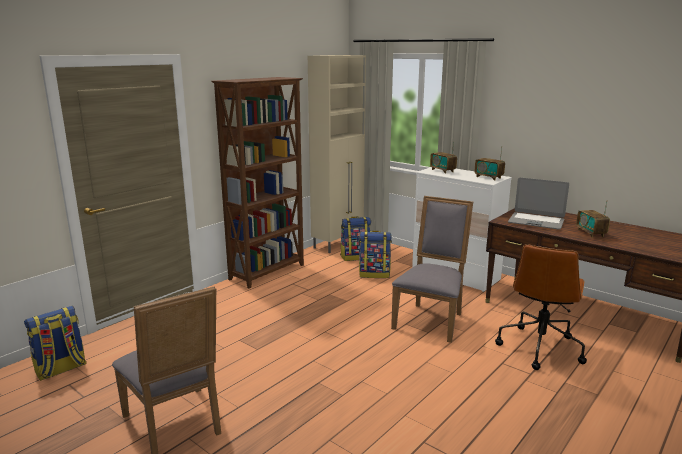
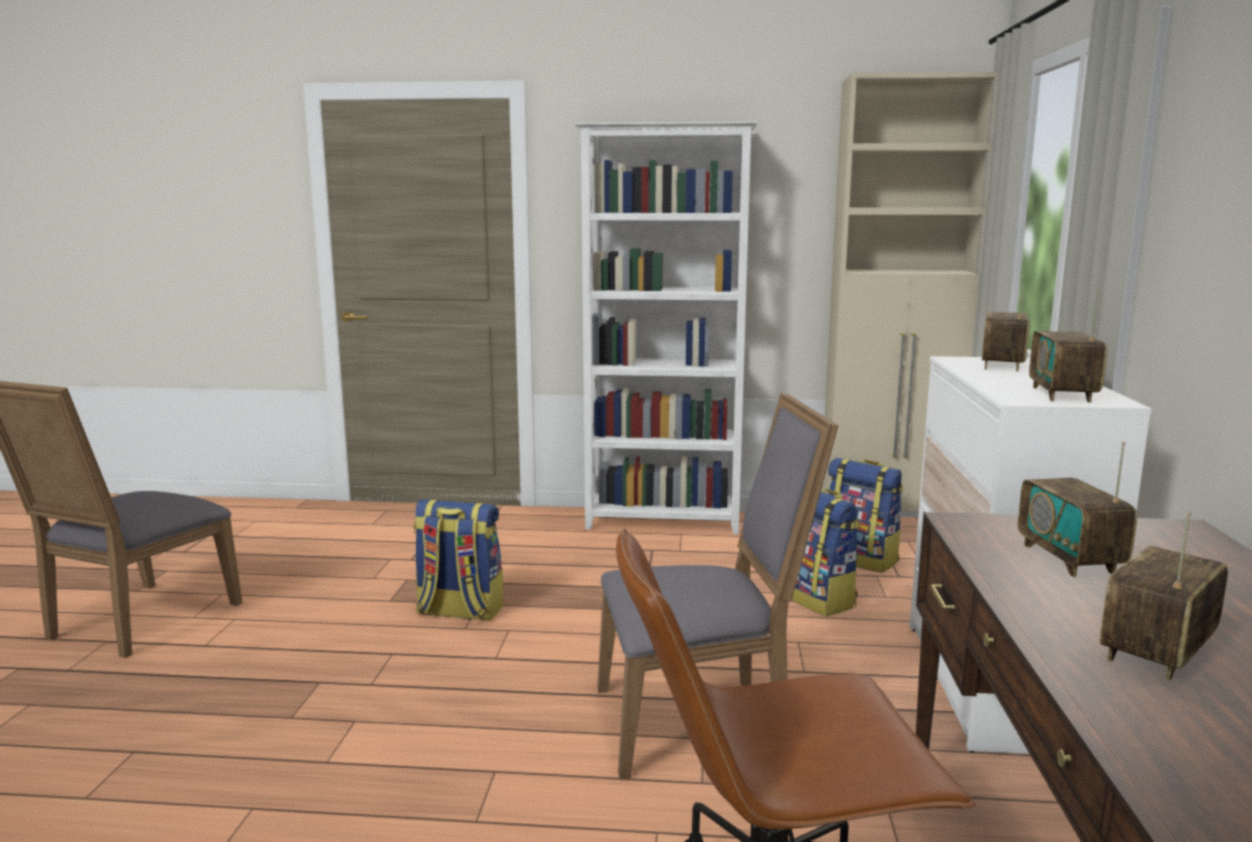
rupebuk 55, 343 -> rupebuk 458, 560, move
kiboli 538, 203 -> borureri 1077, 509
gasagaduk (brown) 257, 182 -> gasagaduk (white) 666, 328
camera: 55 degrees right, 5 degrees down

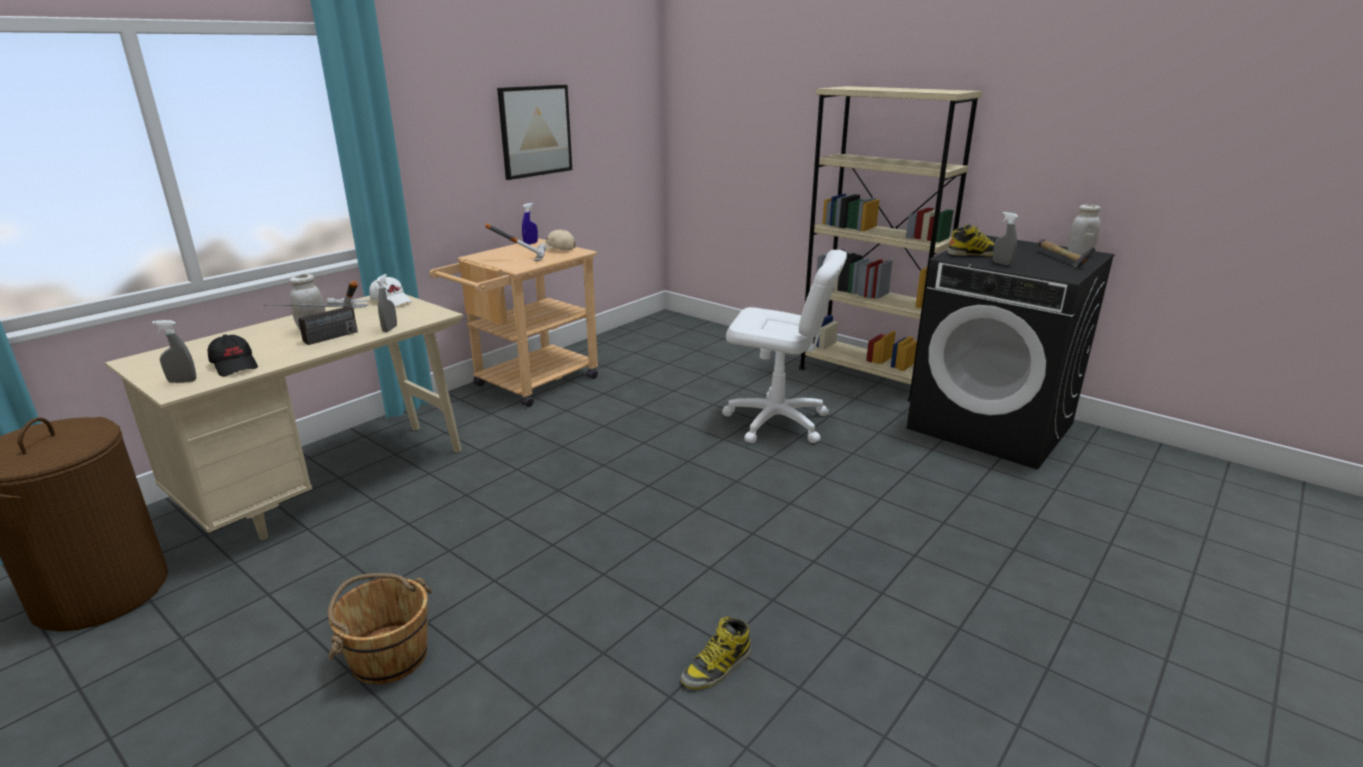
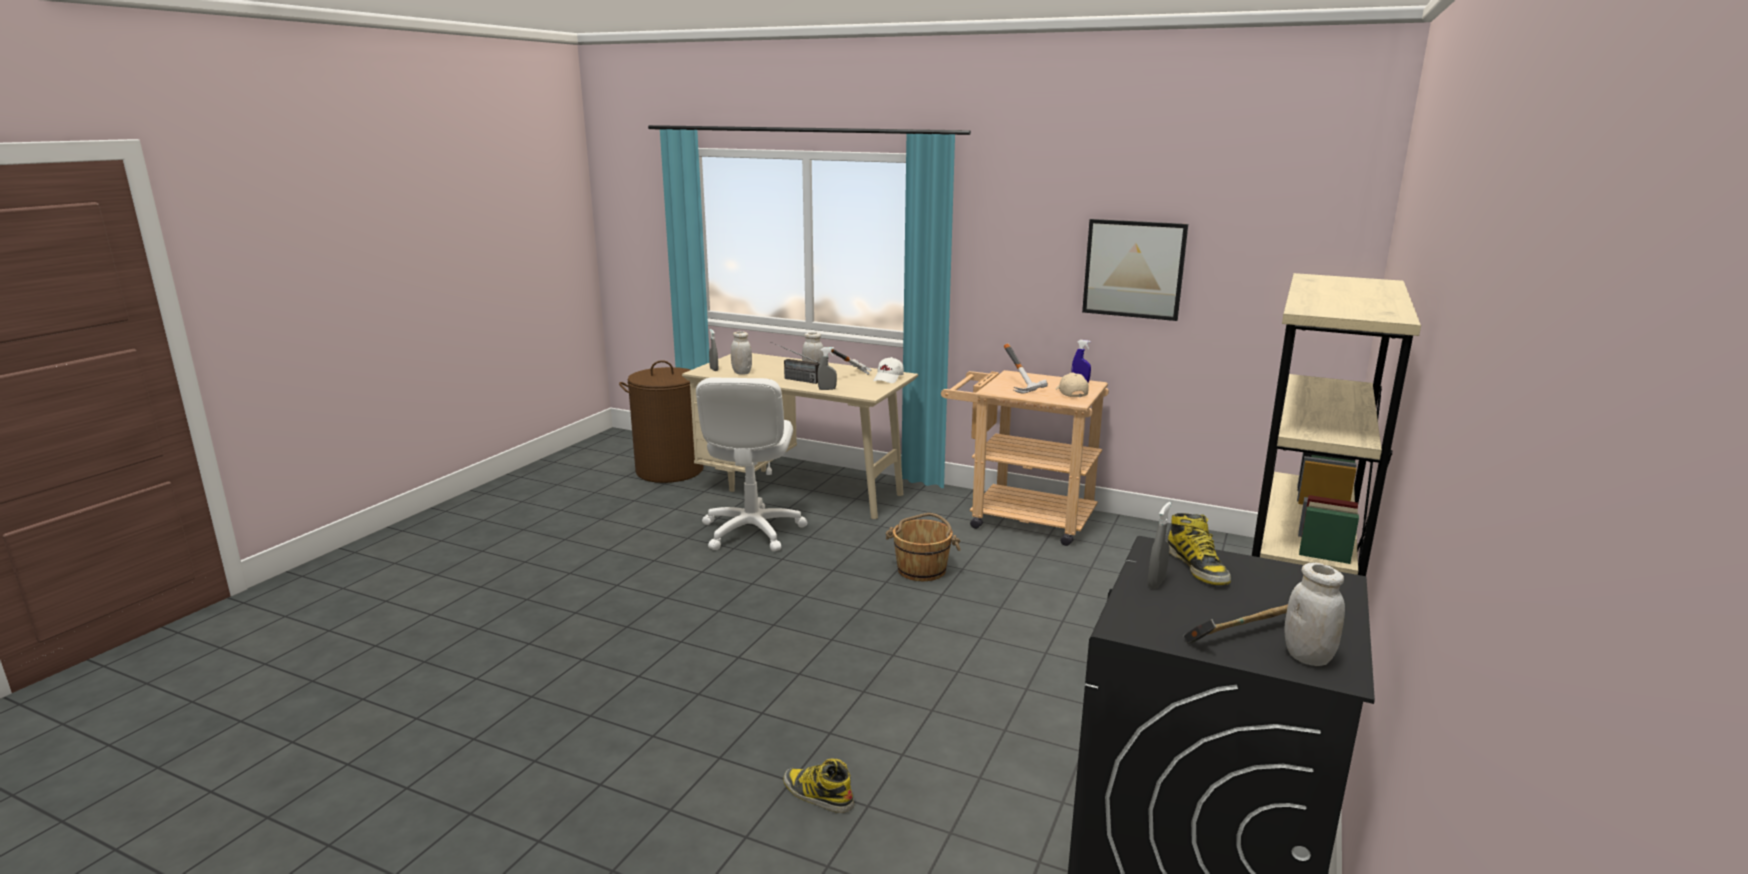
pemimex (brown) 380, 629 -> pemimex (brown) 923, 547, move
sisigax 716, 653 -> sisigax 818, 785, move
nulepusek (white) 784, 346 -> nulepusek (white) 752, 464, move
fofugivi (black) 232, 355 -> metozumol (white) 741, 353
camera: 75 degrees right, 5 degrees down

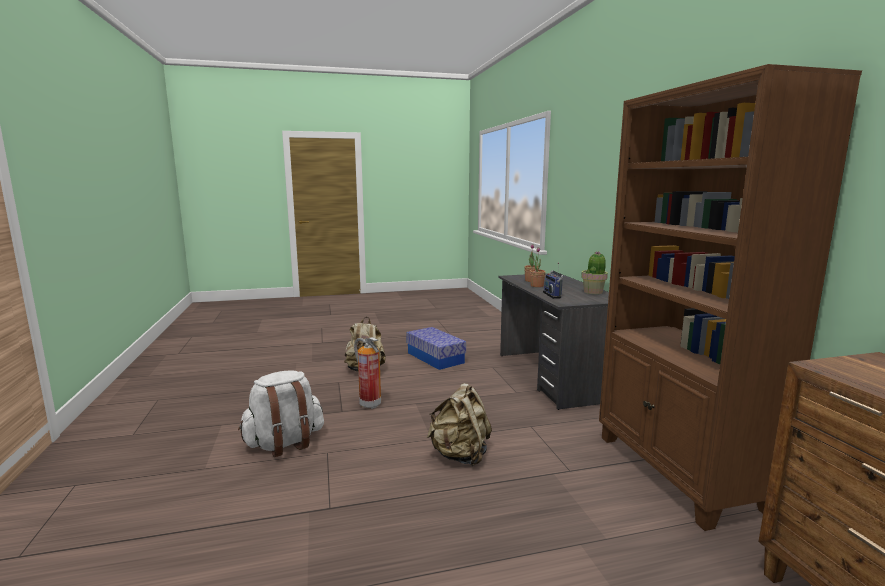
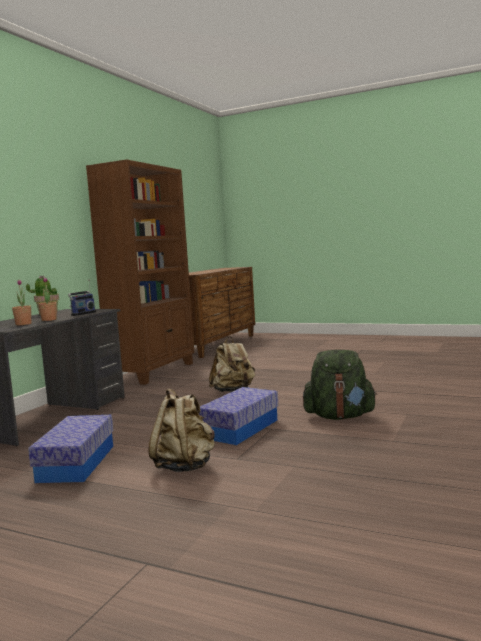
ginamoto 367, 373 -> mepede 238, 416
rupebuk (white) 281, 414 -> rupebuk (green) 340, 385
camera: 140 degrees left, 5 degrees down

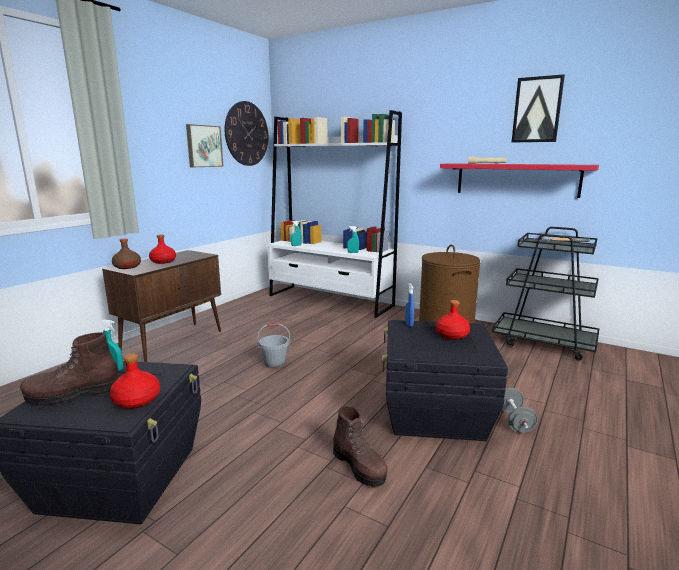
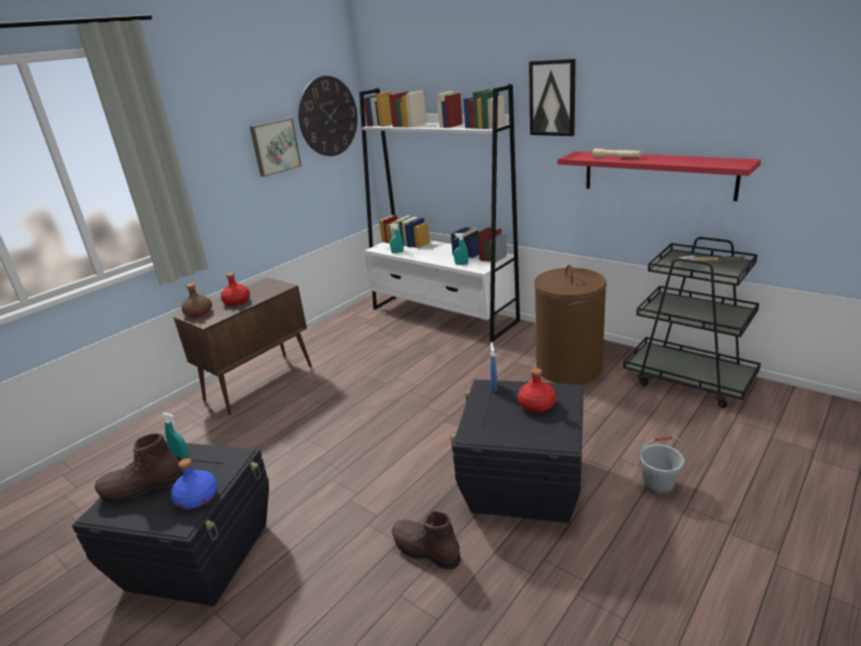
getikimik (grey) 520, 410 -> none
pemimex (grey) 273, 346 -> pemimex (grey) 661, 465, move
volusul 538, 108 -> volusul 552, 97, move
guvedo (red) 134, 381 -> guvedo (blue) 194, 484
sisigax (brown) 360, 446 -> sisigax (brown) 426, 540, 150 degrees clockwise
camera: 10 degrees right, 10 degrees up

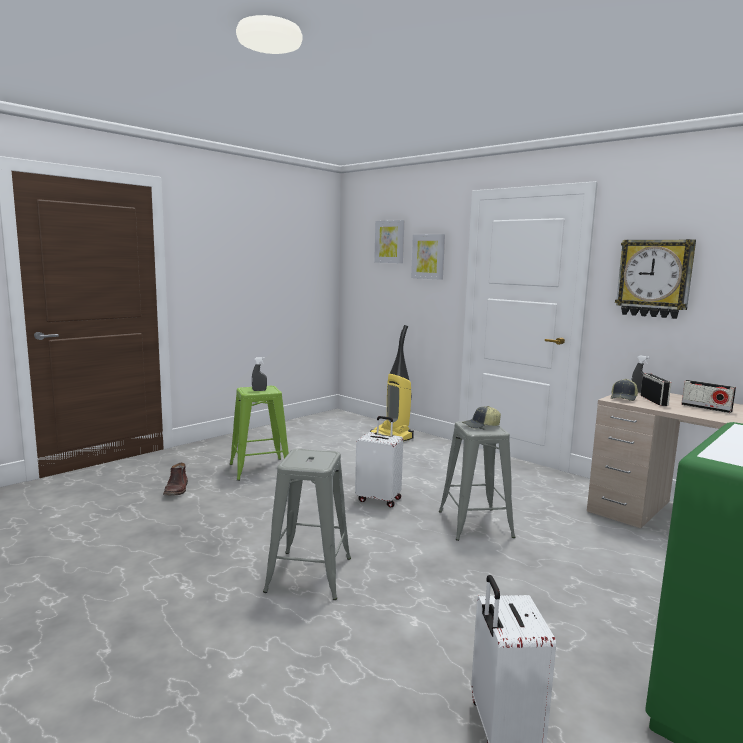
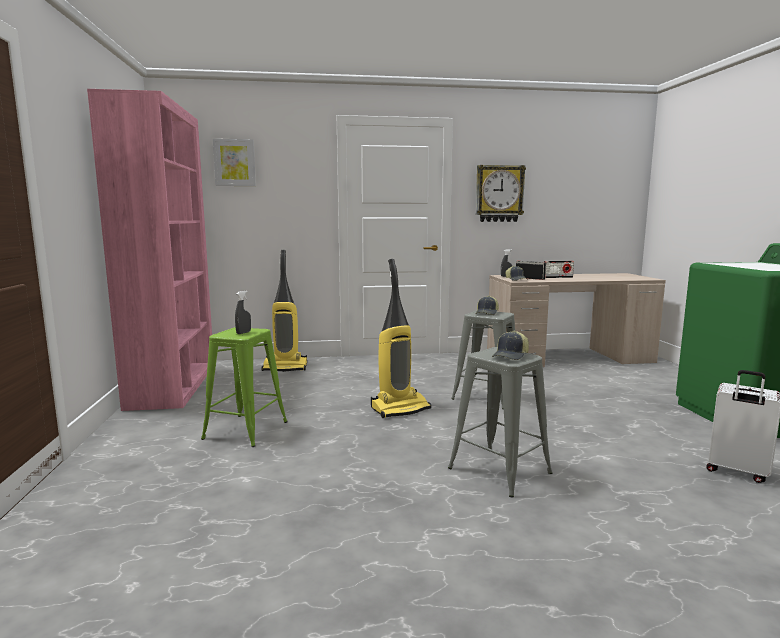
sisigax (brown) 175, 479 -> none
volusul 428, 257 -> none
none -> gasagaduk (pink) 149, 250
none -> fofugivi 510, 345
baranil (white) 379, 462 -> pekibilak 401, 338
camera: 50 degrees left, 0 degrees up

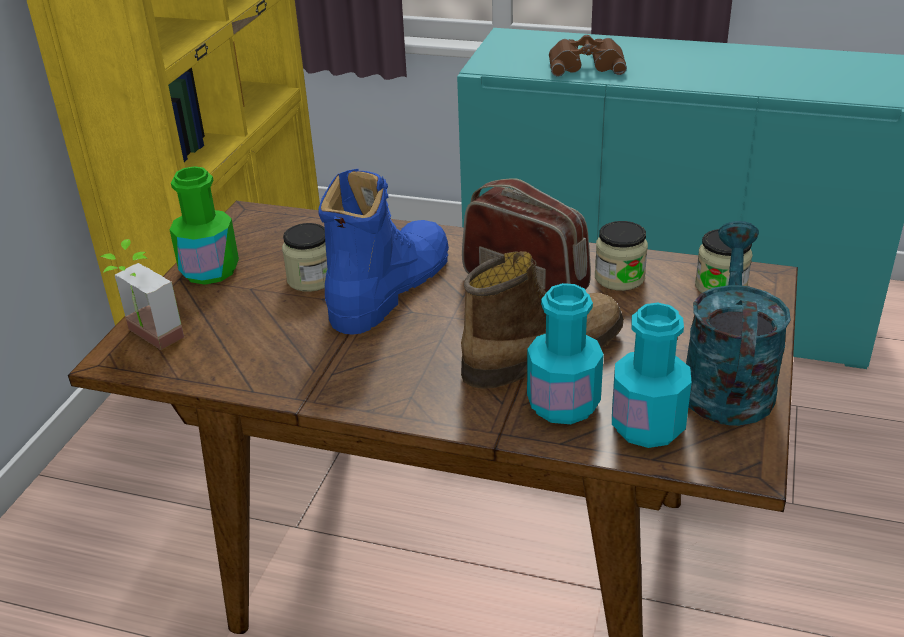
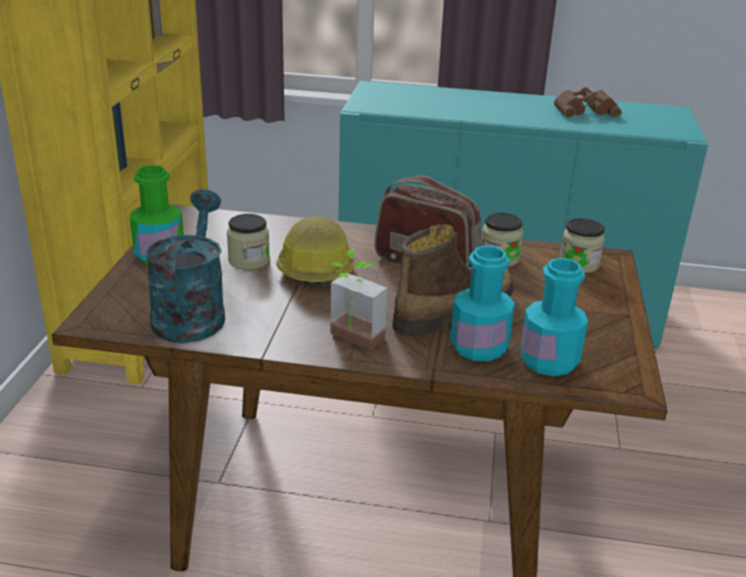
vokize 142, 294 -> vokize 359, 300, move
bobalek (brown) 588, 55 -> bobalek (brown) 587, 102, move
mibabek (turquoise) 738, 323 -> mibabek (turquoise) 185, 266, move
sisigax (blue) 383, 252 -> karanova 315, 252
camera: 10 degrees left, 5 degrees down

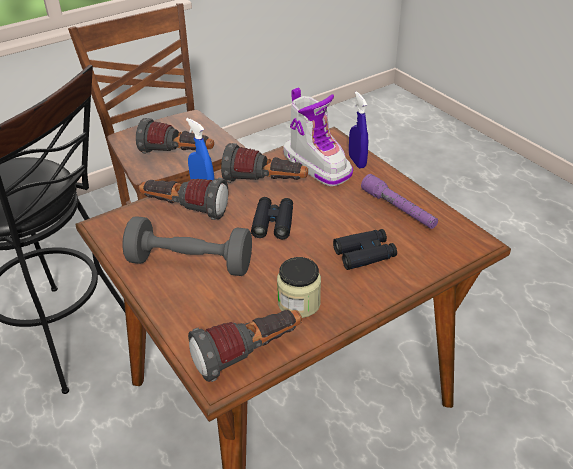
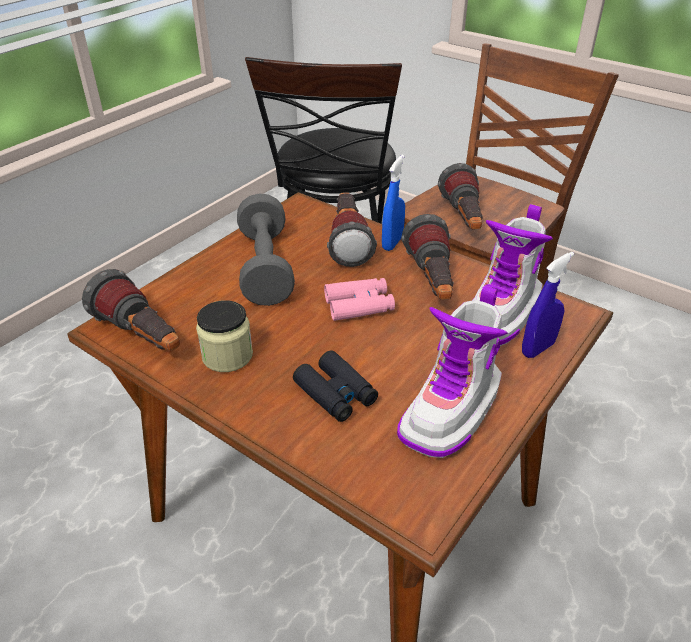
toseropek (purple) 399, 201 -> sisigax 452, 371
bobalek (black) 272, 218 -> bobalek (pink) 359, 299
camera: 70 degrees right, 0 degrees up

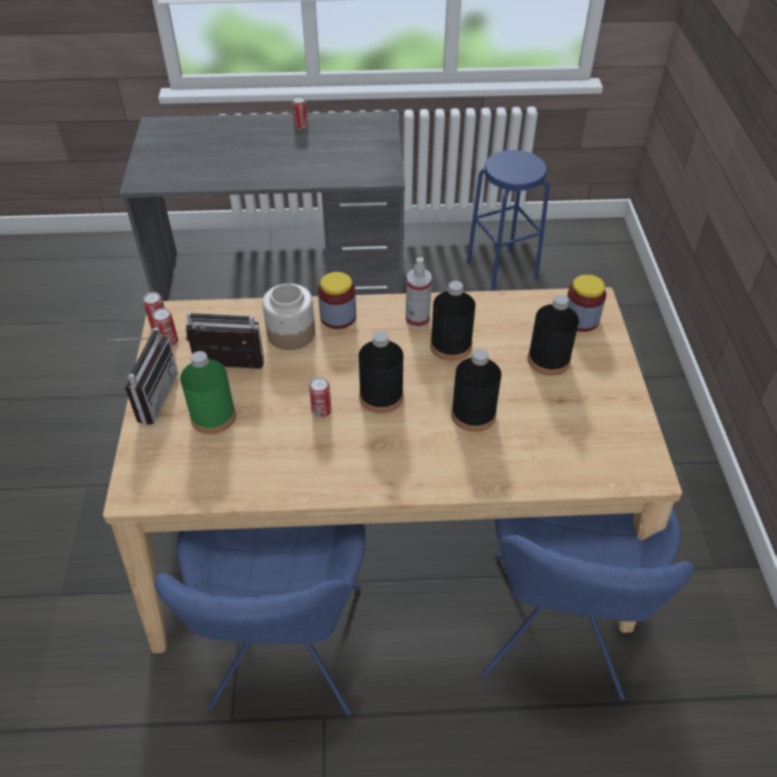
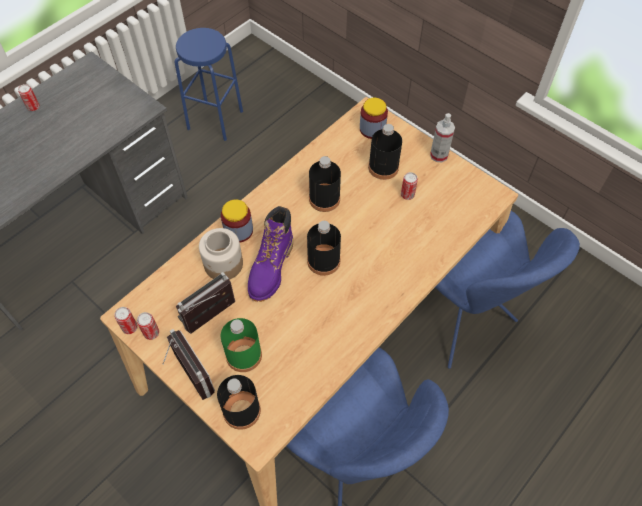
none -> sisigax (purple) 270, 254
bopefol 320, 397 -> bopefol 409, 186, move
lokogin 419, 292 -> lokogin 442, 137, move
guvedo (black) 476, 390 -> guvedo (black) 239, 402, move
camera: 45 degrees left, 10 degrees up

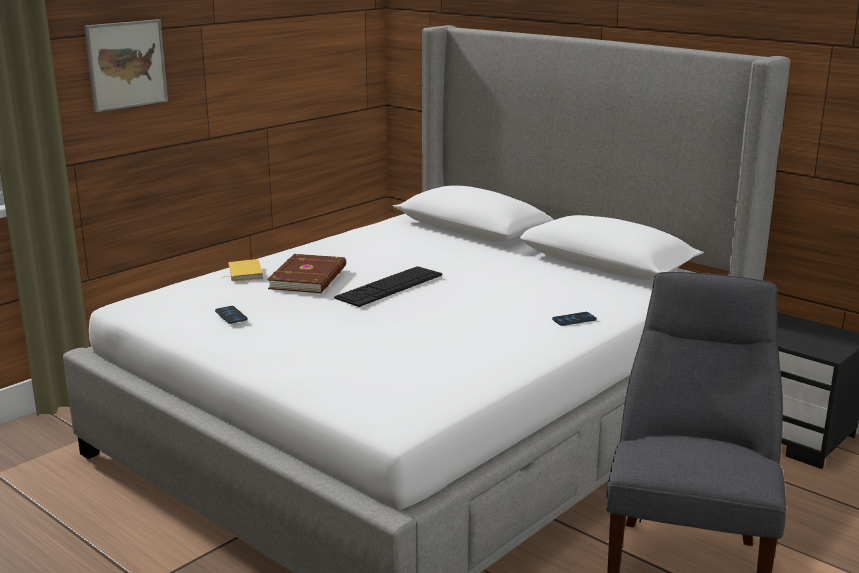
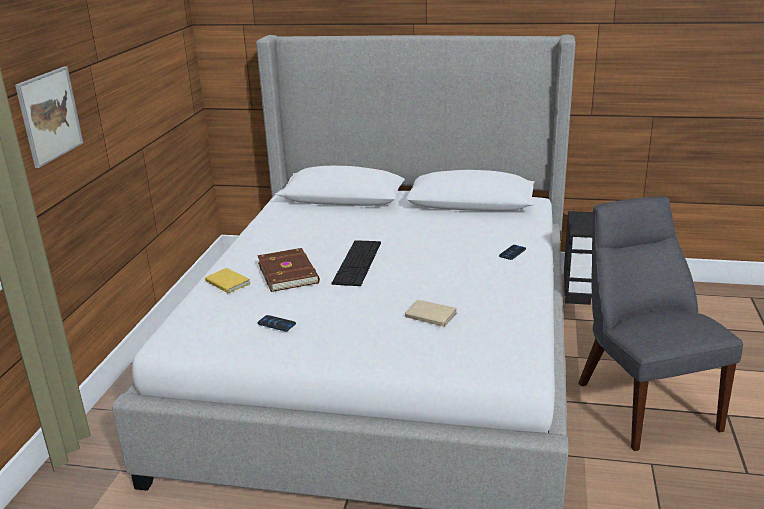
none -> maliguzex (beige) 431, 314
camera: 30 degrees left, 5 degrees up

